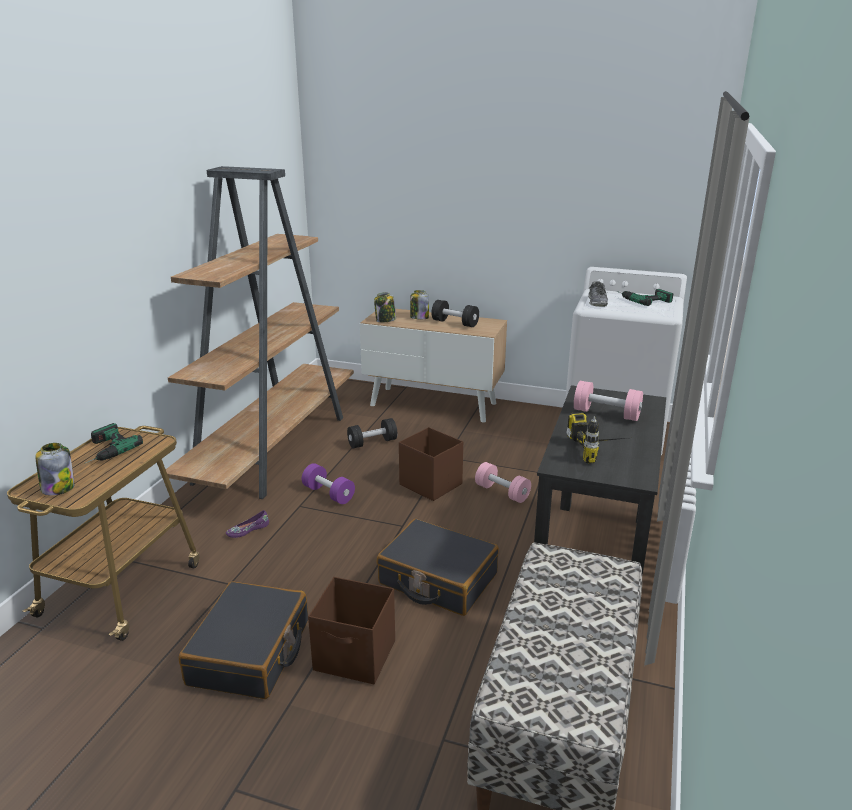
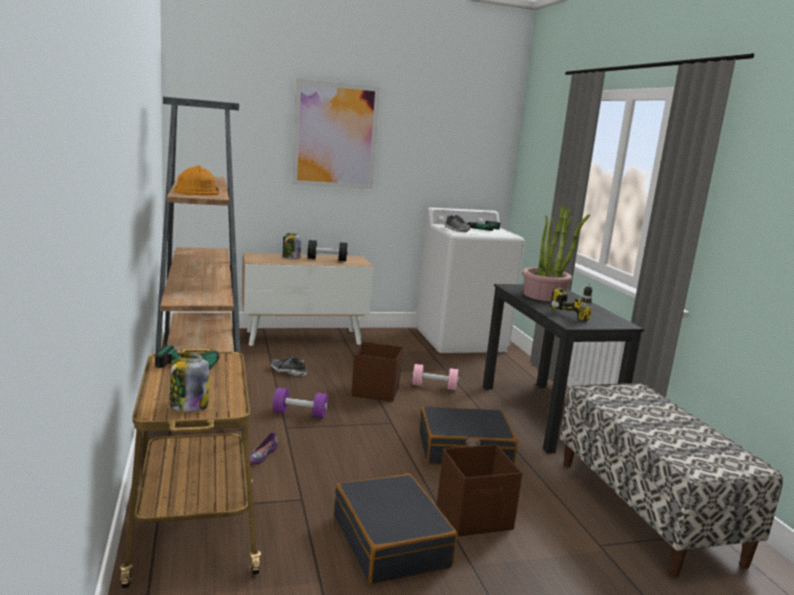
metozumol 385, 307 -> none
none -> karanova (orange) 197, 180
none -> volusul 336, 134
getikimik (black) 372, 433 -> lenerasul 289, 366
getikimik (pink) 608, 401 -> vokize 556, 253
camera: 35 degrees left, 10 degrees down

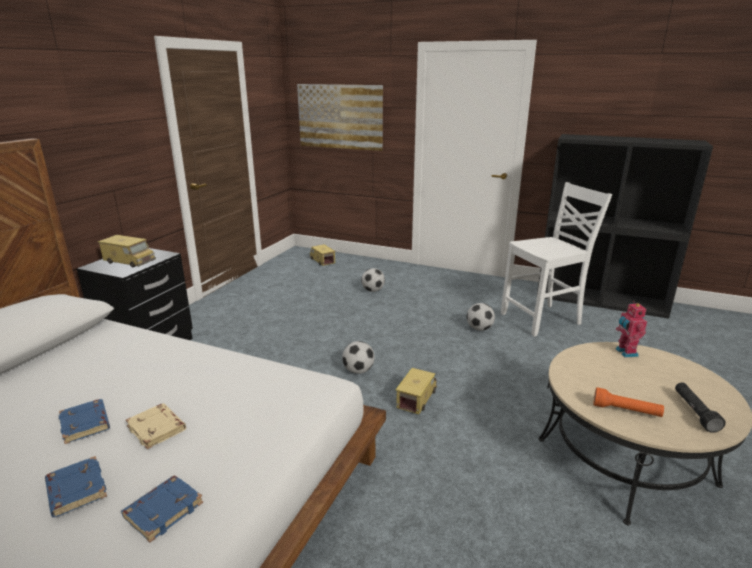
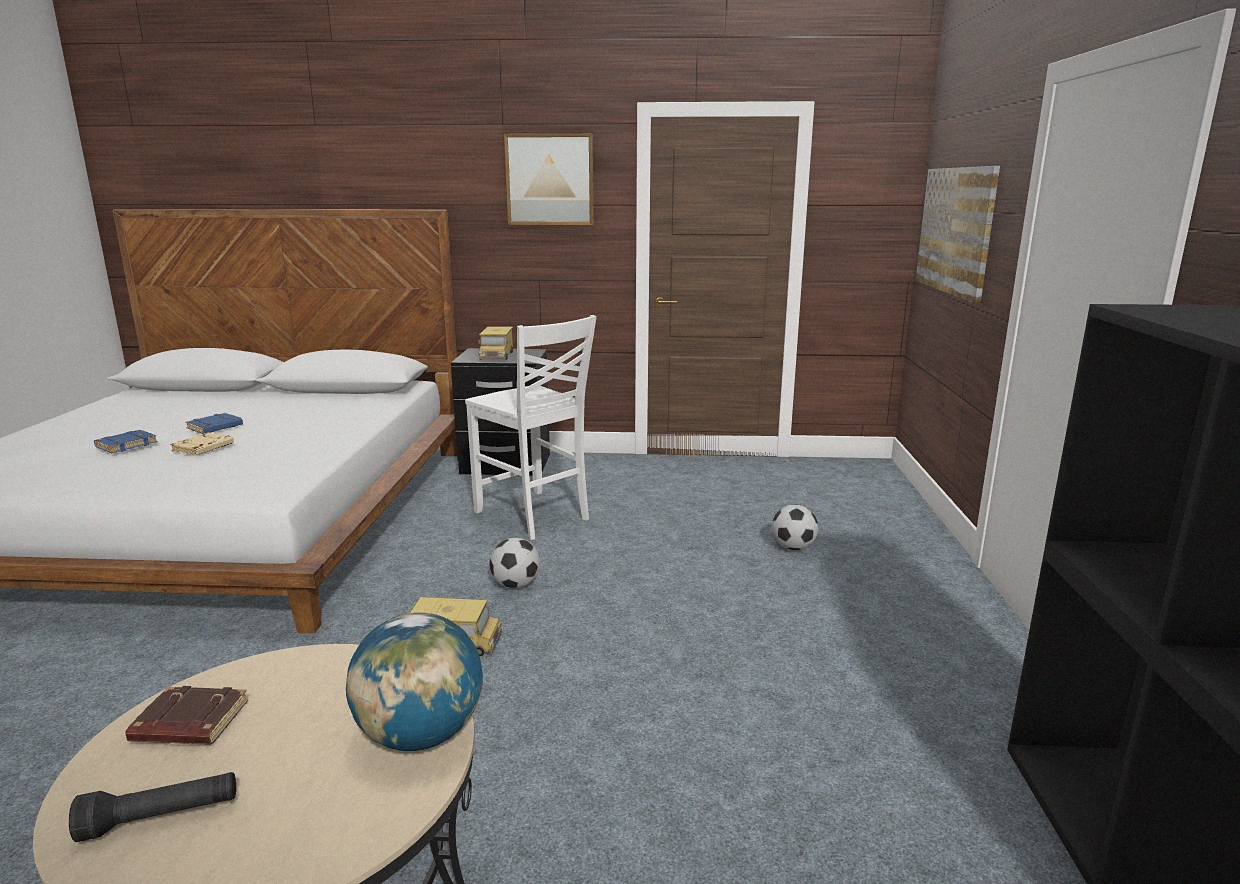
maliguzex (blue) 162, 508 -> none
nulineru 323, 255 -> none
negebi 481, 317 -> none
none -> volusul 549, 179
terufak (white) 556, 259 -> terufak (white) 531, 427, move
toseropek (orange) 628, 402 -> maliguzex (brown) 186, 715
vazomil 631, 329 -> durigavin 414, 681
camera: 70 degrees right, 5 degrees down

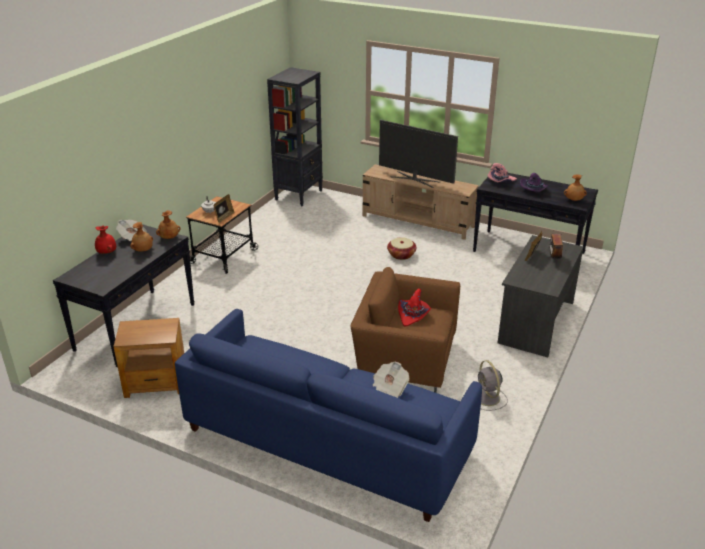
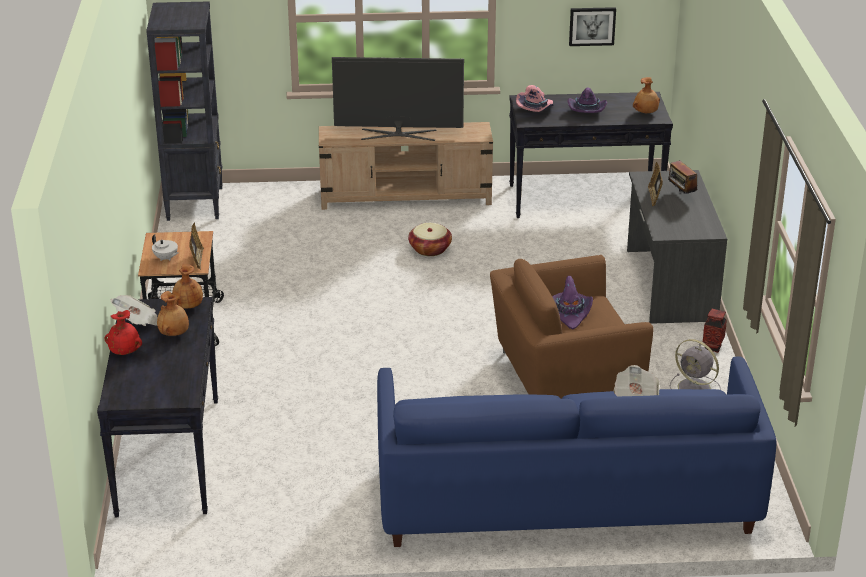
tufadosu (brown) 148, 358 -> none
none -> volusul 592, 26
none -> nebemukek 715, 331
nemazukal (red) 414, 307 -> nemazukal (purple) 572, 302
camera: 30 degrees left, 0 degrees up

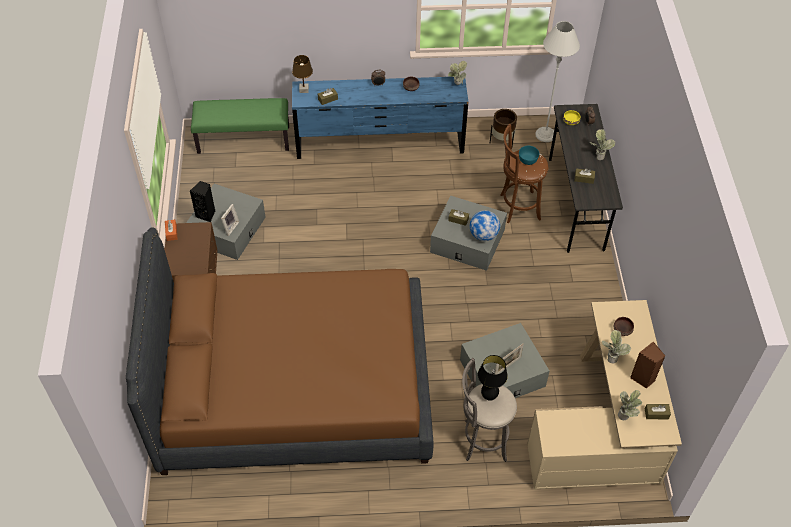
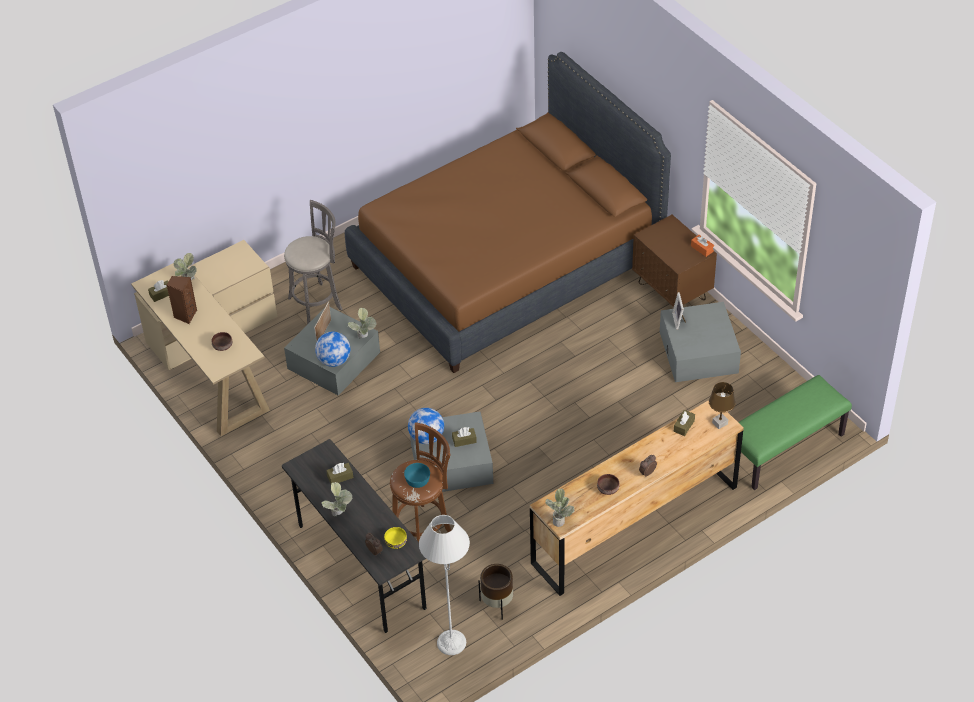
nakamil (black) 202, 201 -> none
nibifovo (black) 493, 378 -> none
none -> durigavin 332, 349
vokize 616, 346 -> vokize 362, 323, move
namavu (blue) 380, 118 -> namavu (brown) 637, 498
camera: 150 degrees right, 5 degrees down

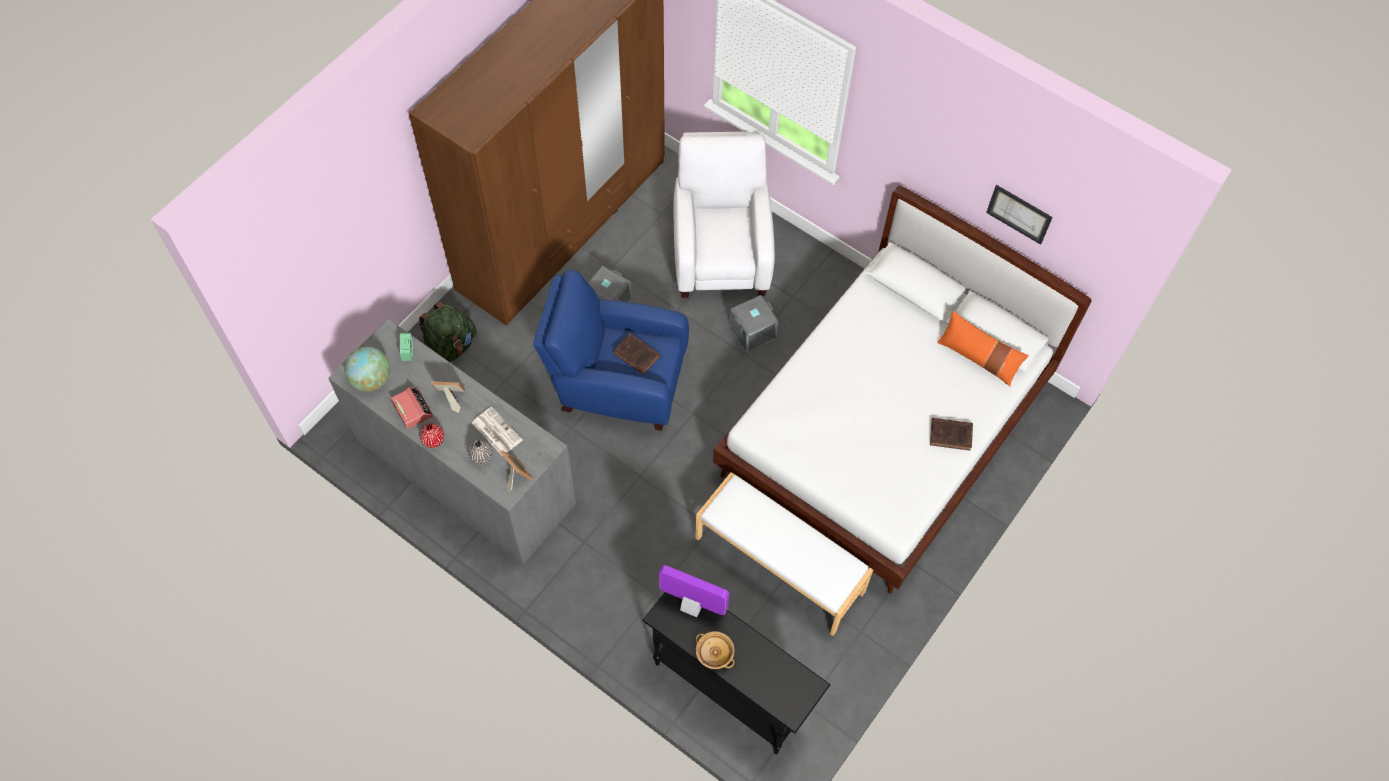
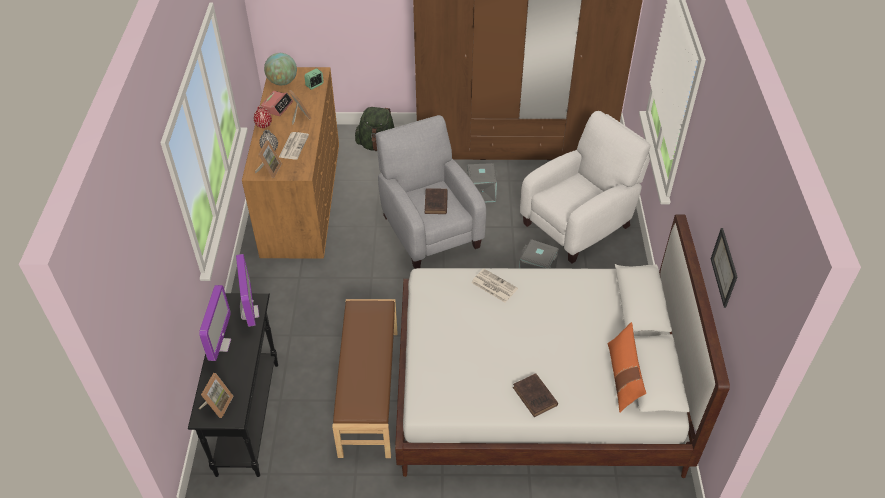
none -> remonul 216, 395
none -> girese 494, 285
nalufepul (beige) 715, 650 -> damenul 215, 323
namavu (grey) 452, 441 -> namavu (brown) 290, 162
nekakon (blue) 611, 350 -> nekakon (grey) 431, 192
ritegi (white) 784, 554 -> ritegi (brown) 365, 378
camera: 55 degrees right, 15 degrees down

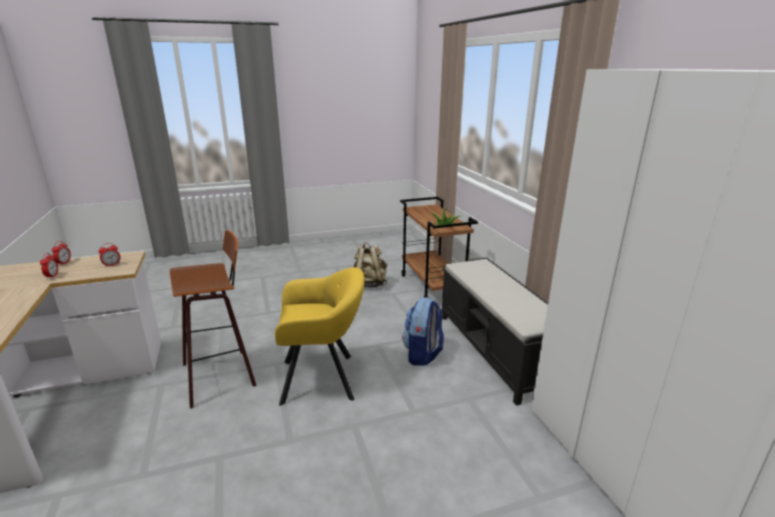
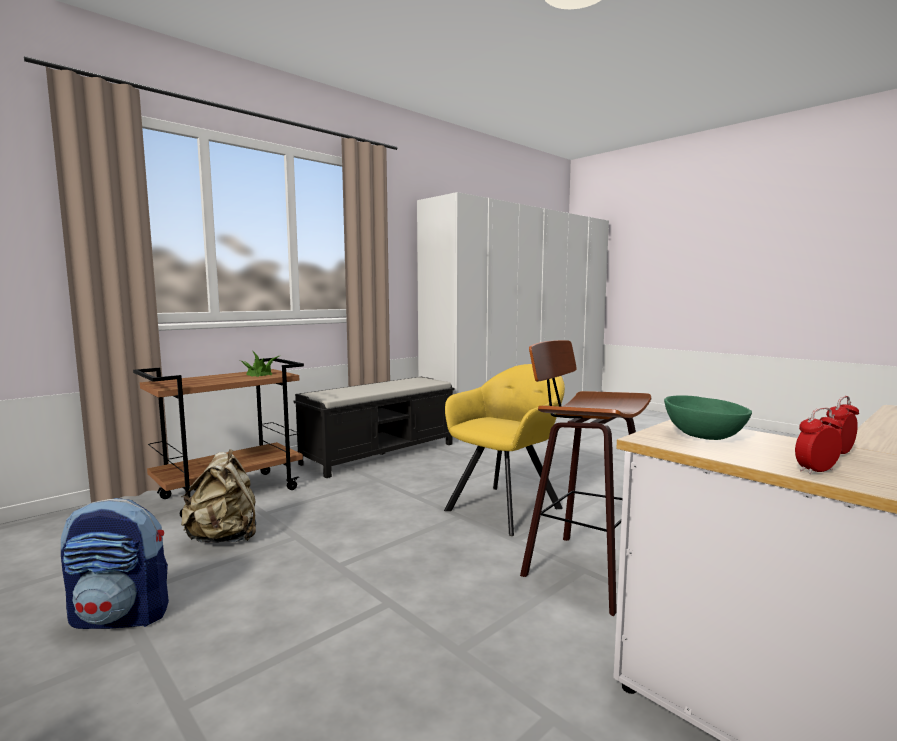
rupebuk 423, 331 -> rupebuk 115, 563, move
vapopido 109, 255 -> nalufepul (green) 708, 417
nekakon (yellow) 320, 336 -> nekakon (yellow) 504, 450, 75 degrees clockwise
camera: 115 degrees left, 15 degrees down

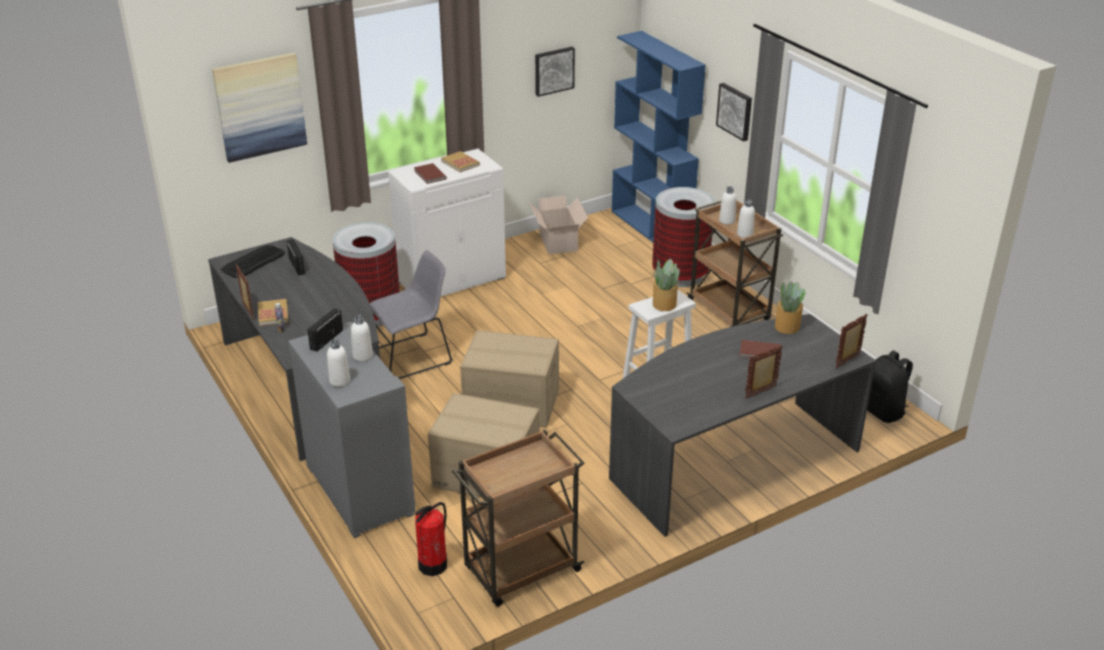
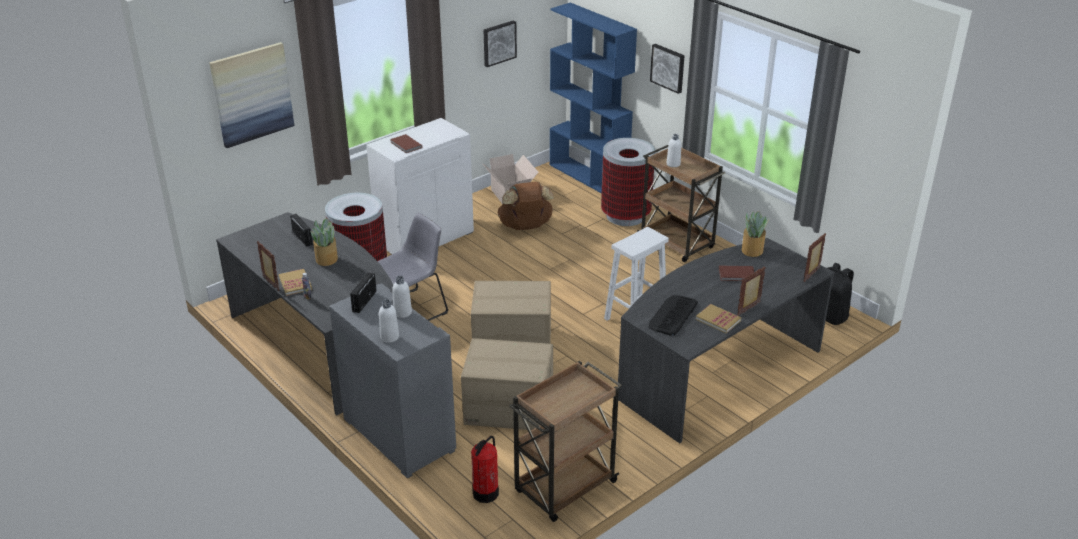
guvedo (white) 746, 219 -> none
none -> rupebuk (brown) 526, 206
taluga 253, 261 -> taluga 673, 315, move
maliguzex 460, 161 -> maliguzex 718, 318, move
vokize 666, 285 -> vokize 324, 242, move
camera: 10 degrees left, 0 degrees up

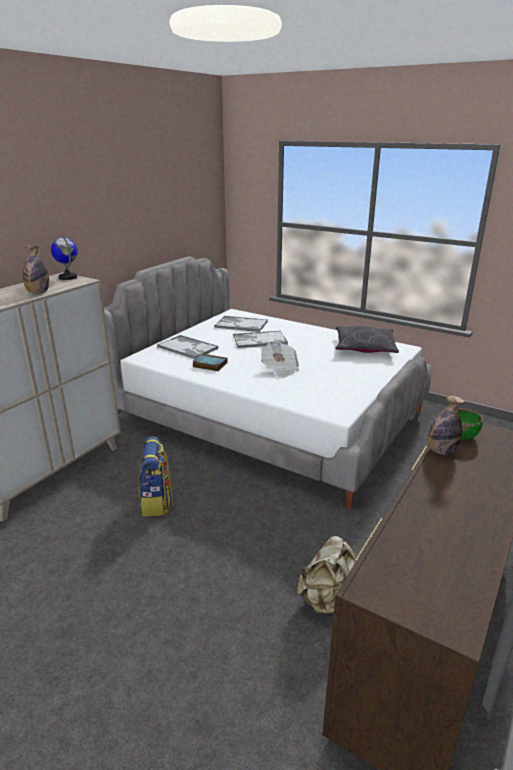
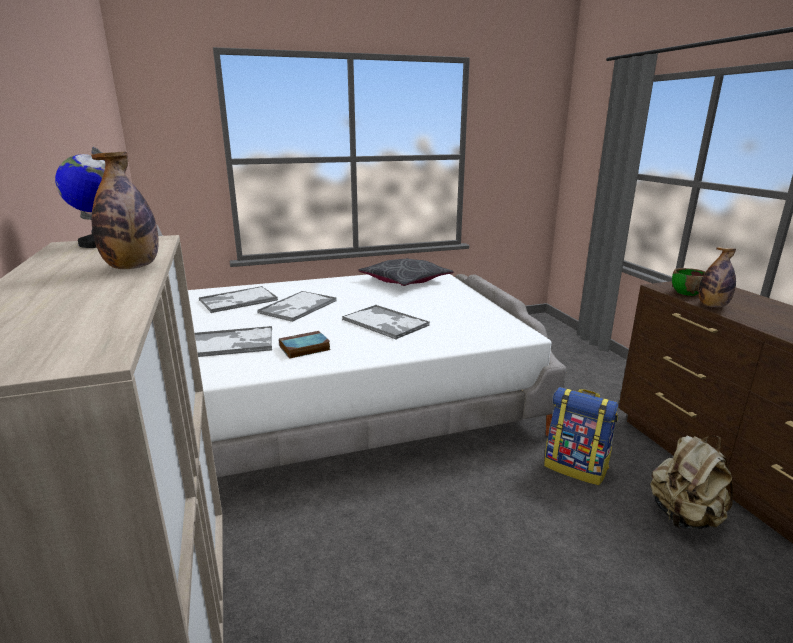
rupebuk 155, 476 -> rupebuk 581, 436, move
girese 280, 359 -> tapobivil 386, 322
camera: 50 degrees left, 5 degrees down

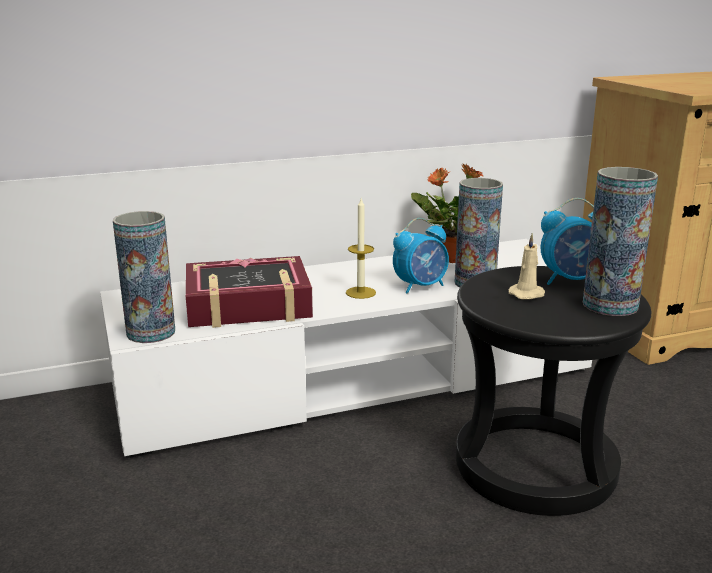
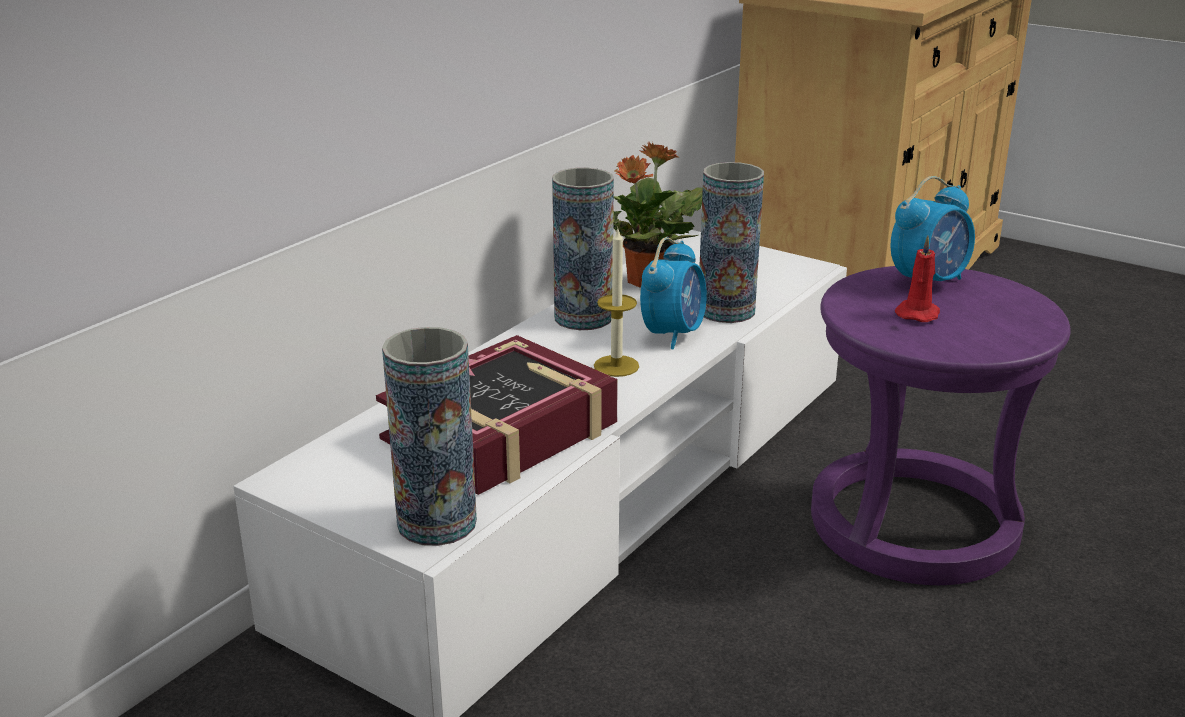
nebemukek 620, 241 -> nebemukek 583, 249, move
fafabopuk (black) 553, 391 -> fafabopuk (purple) 941, 425
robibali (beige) 526, 266 -> robibali (red) 917, 279
camera: 35 degrees left, 5 degrees up

